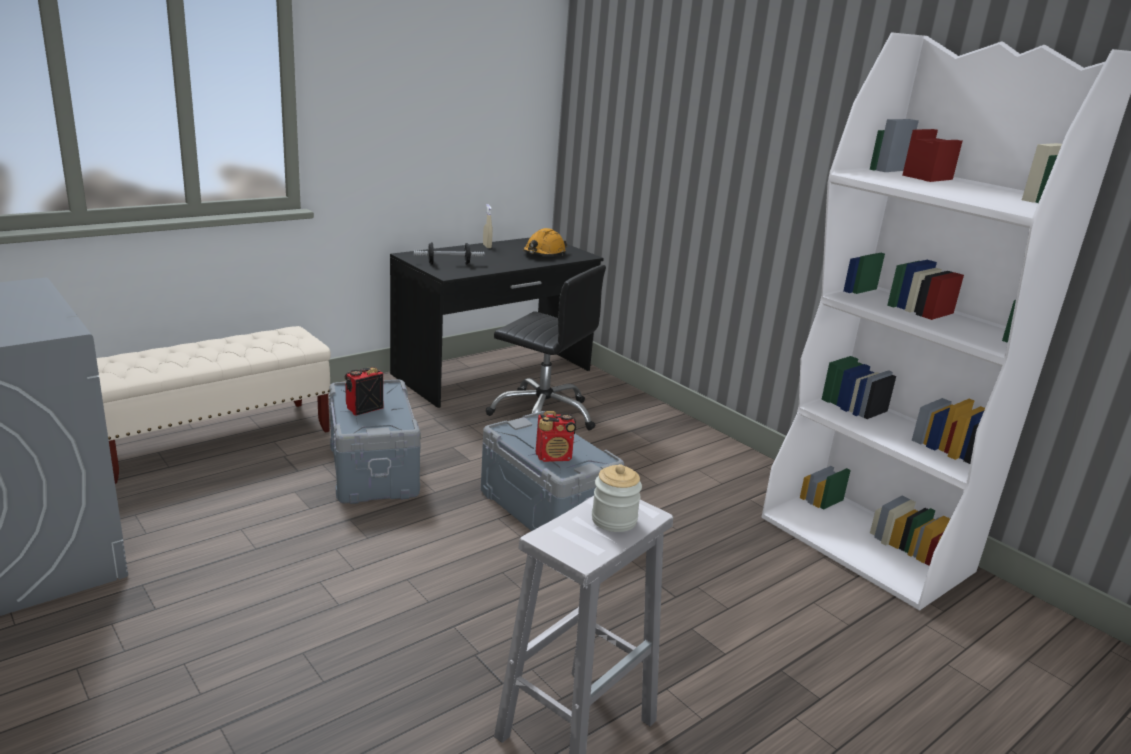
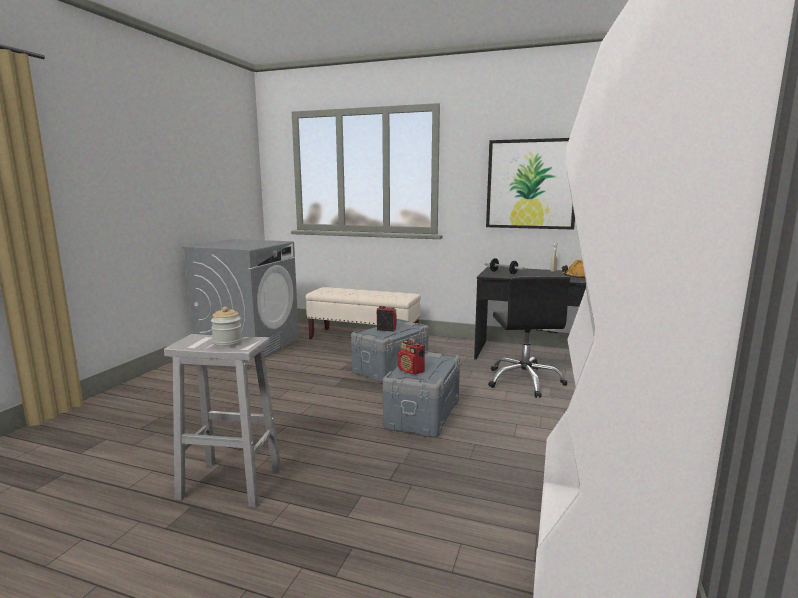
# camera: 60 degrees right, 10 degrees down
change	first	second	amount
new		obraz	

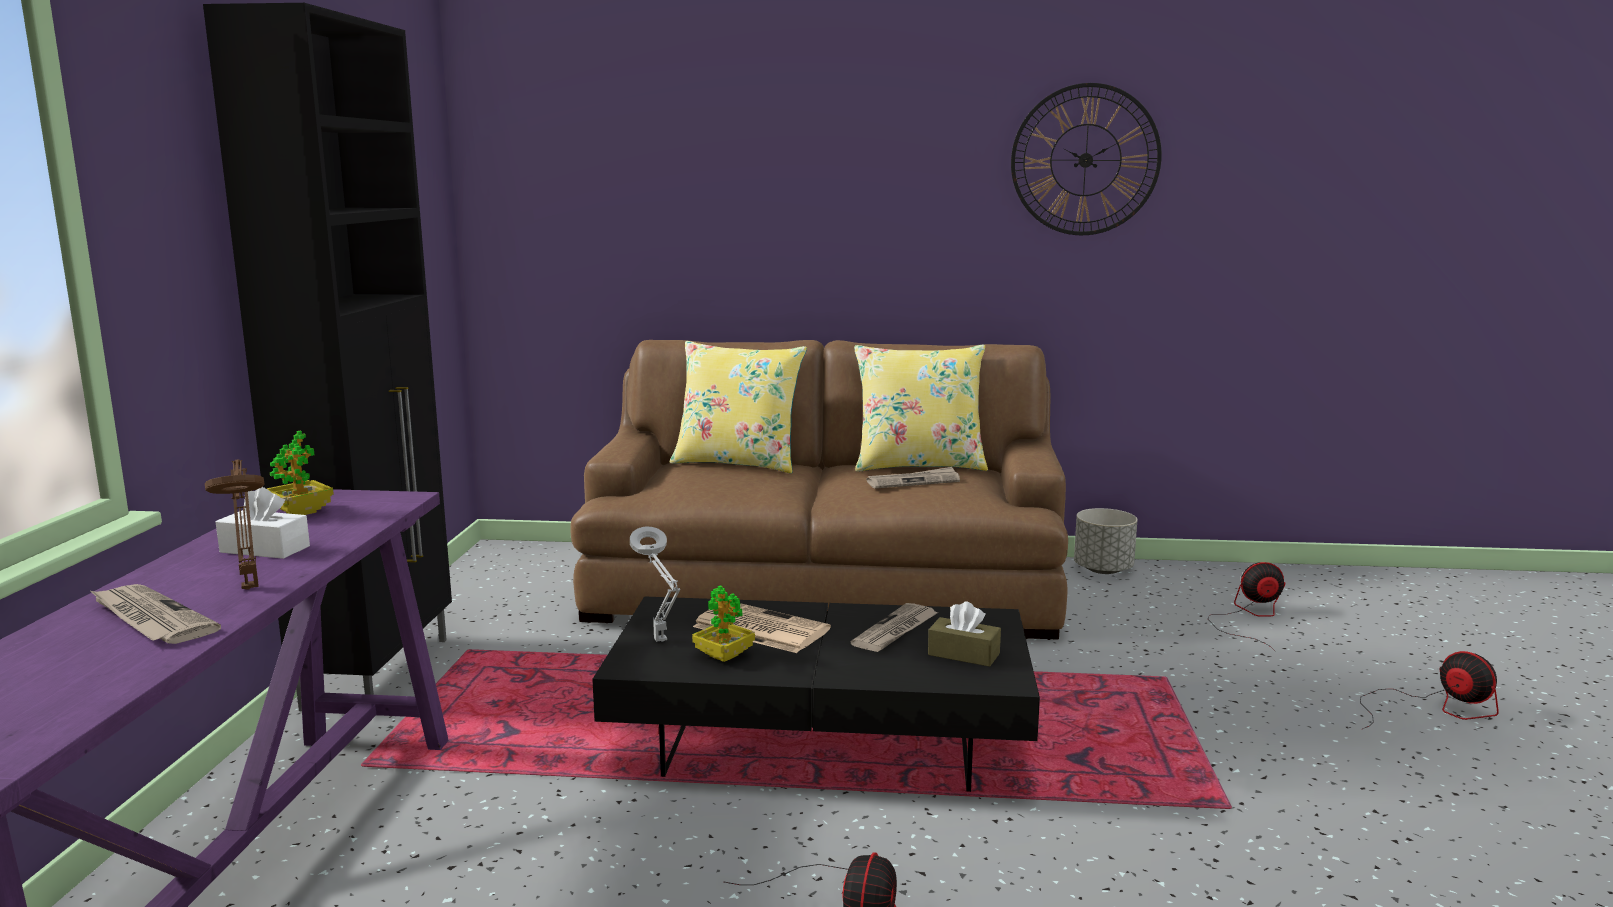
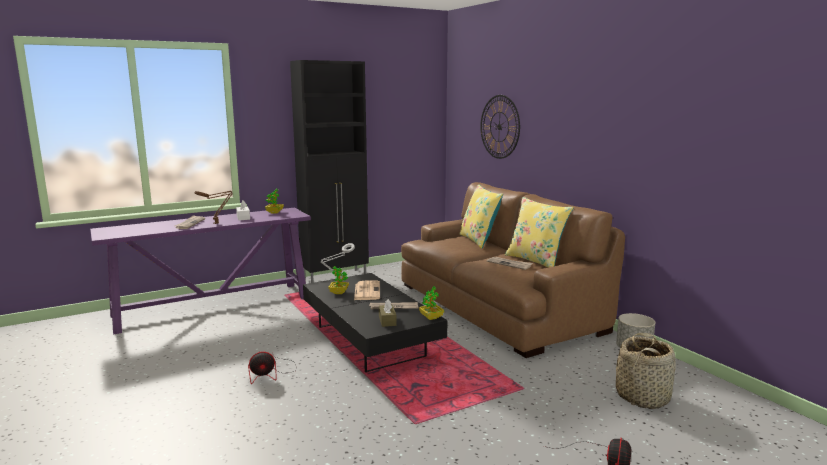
# camera: 55 degrees right, 0 degrees up
change	first	second	amount
new		roślina doniczkowa (no. 3 from left)	
shifted	zegar ścienny		
swapped	wentylator (no. 2 from left)	koszyk	

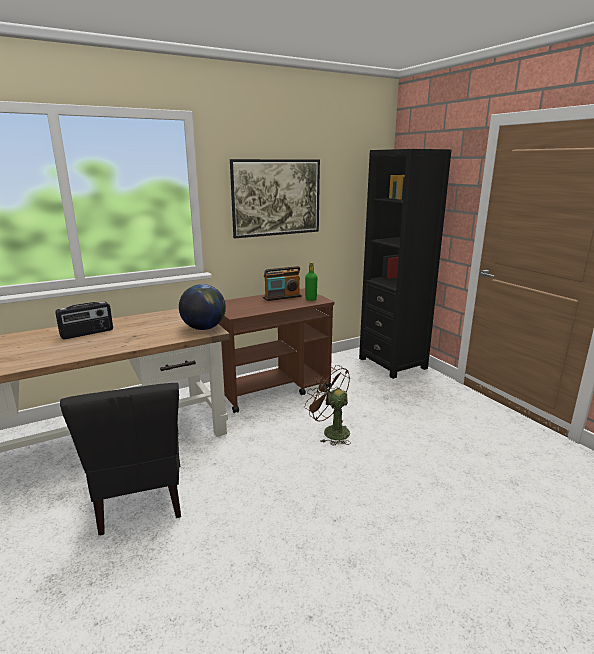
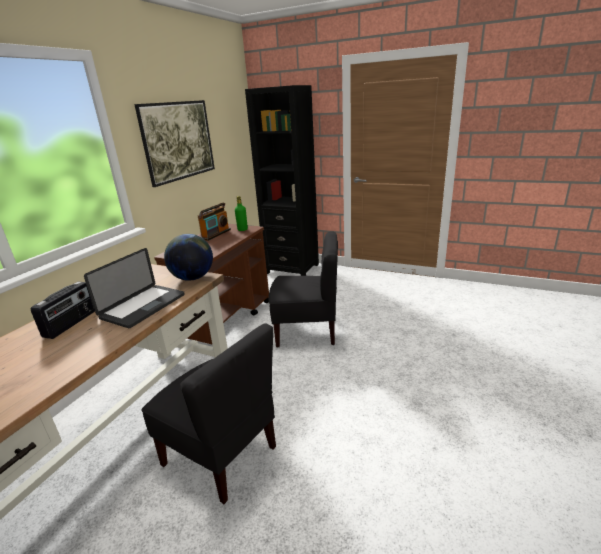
# camera: 35 degrees left, 5 degrees up
change	first	second	amount
new		laptop	
swapped	wentylator (brązowy)	krzesło (czarny) (no. 2 from left)	

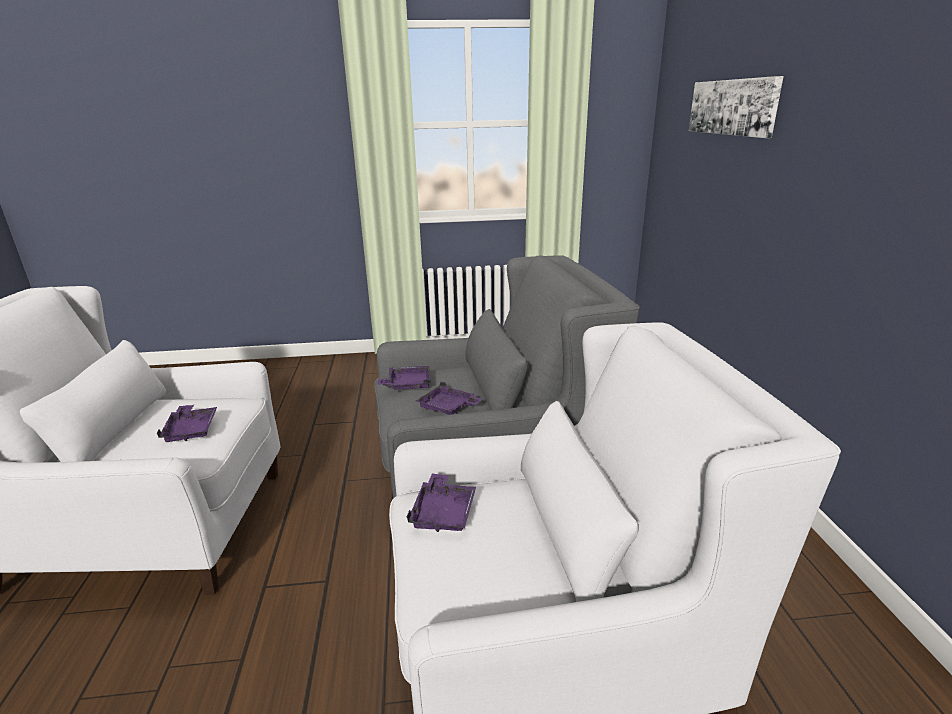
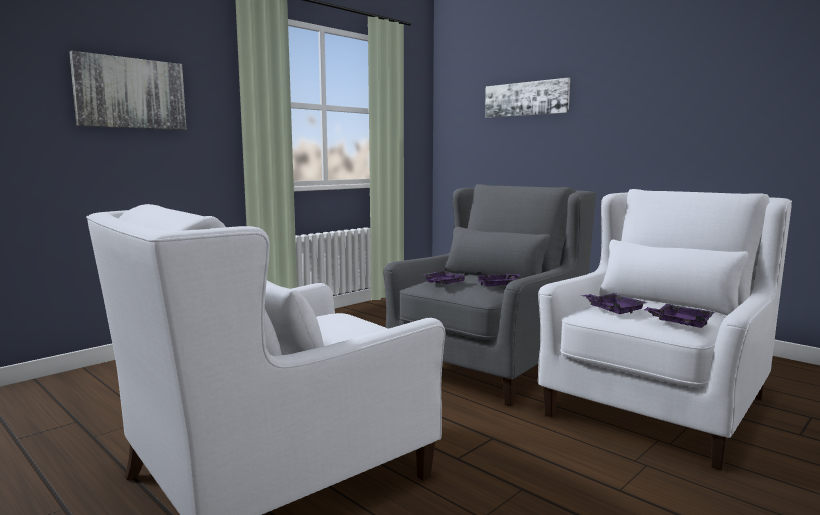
# camera: 40 degrees left, 15 degrees down
change	first	second	amount
new		obraz (no. 1 from left)	
shifted	taca (fioletowy) (no. 1 from left in the first image)	taca (fioletowy) (no. 4 from left)	

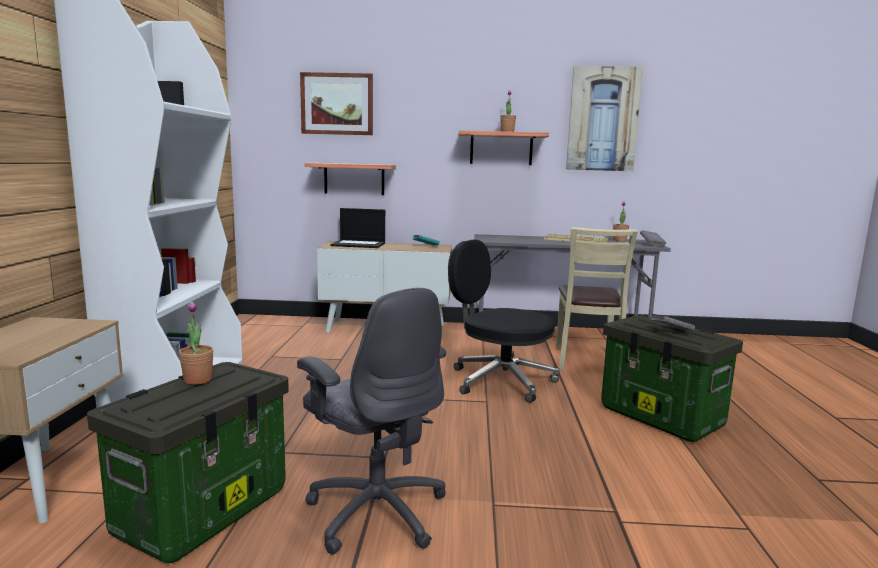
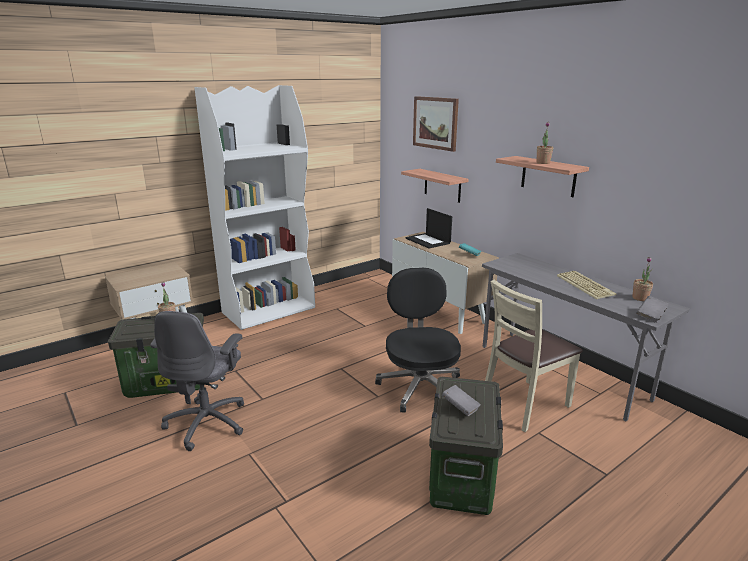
# camera: 50 degrees right, 10 degrees up
change	first	second	amount
gone	obraz (no. 2 from left)		

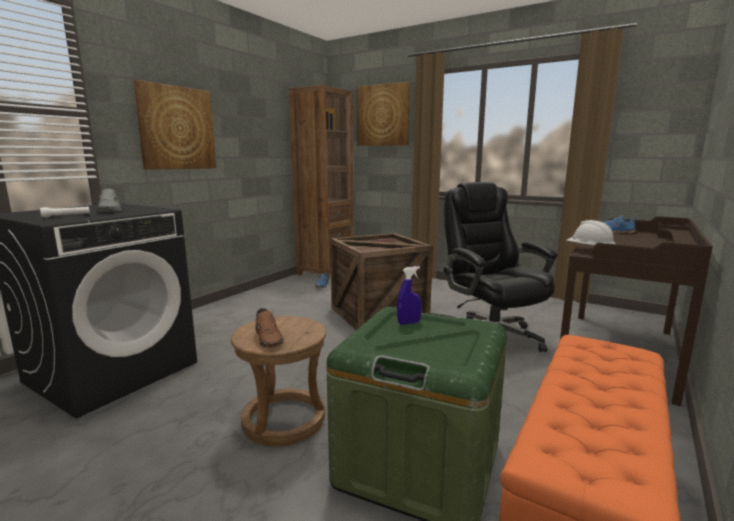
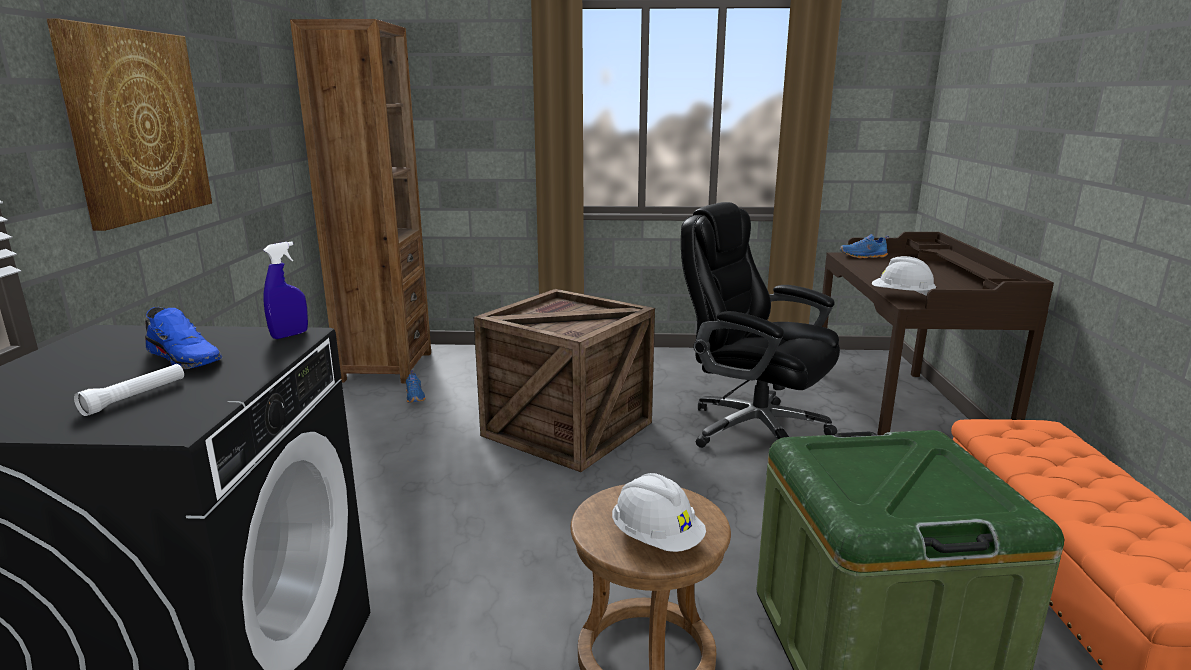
# camera: 30 degrees left, 5 degrees up
change	first	second	amount
repainted	but (szary)	but (niebieski) (no. 1 from left)	
shifted	spryskiwacz (niebieski)		
swapped	but (brązowy)	kask (biały) (no. 1 from left)	
gone	obraz (no. 2 from left)		

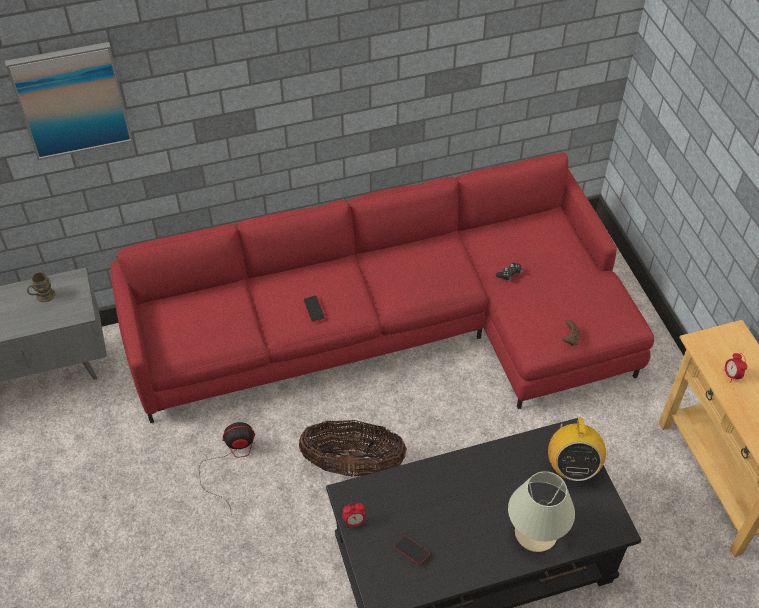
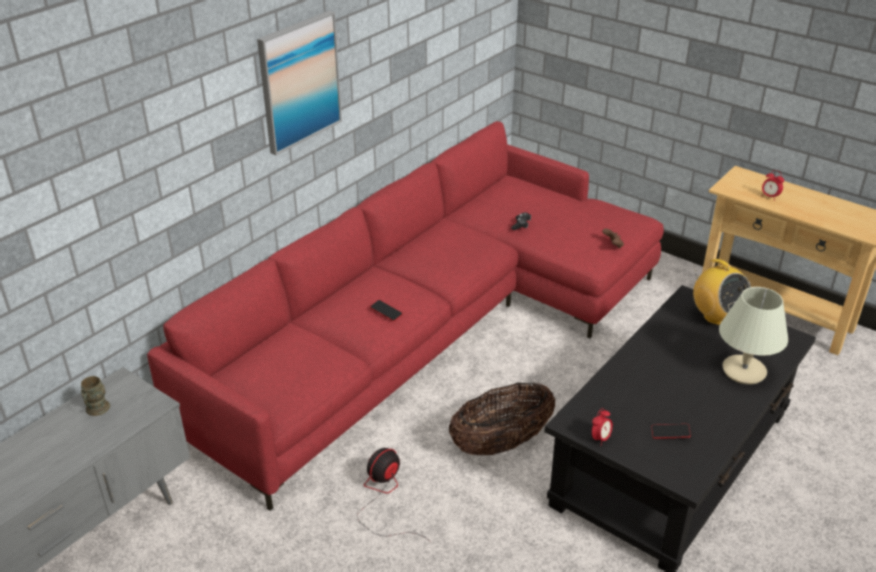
# camera: 35 degrees left, 15 degrees down
change	first	second	amount
shifted	obraz		

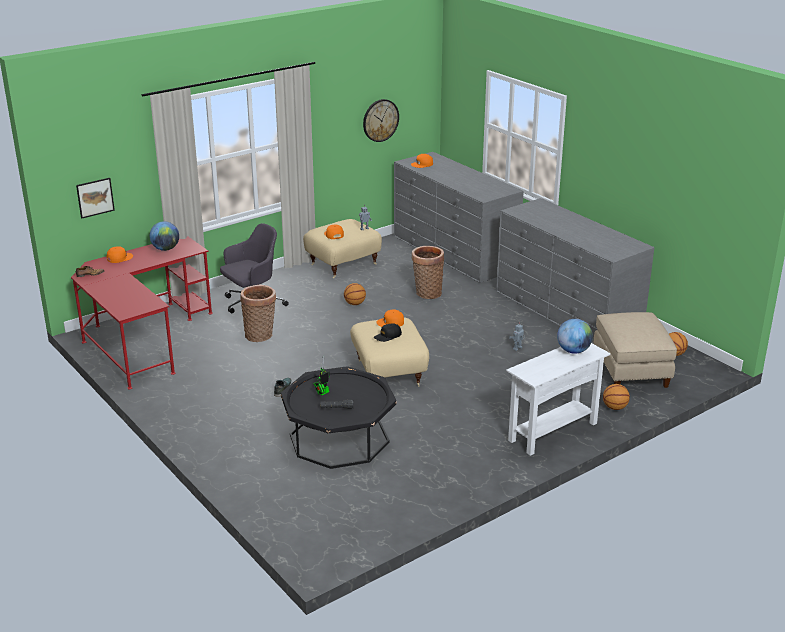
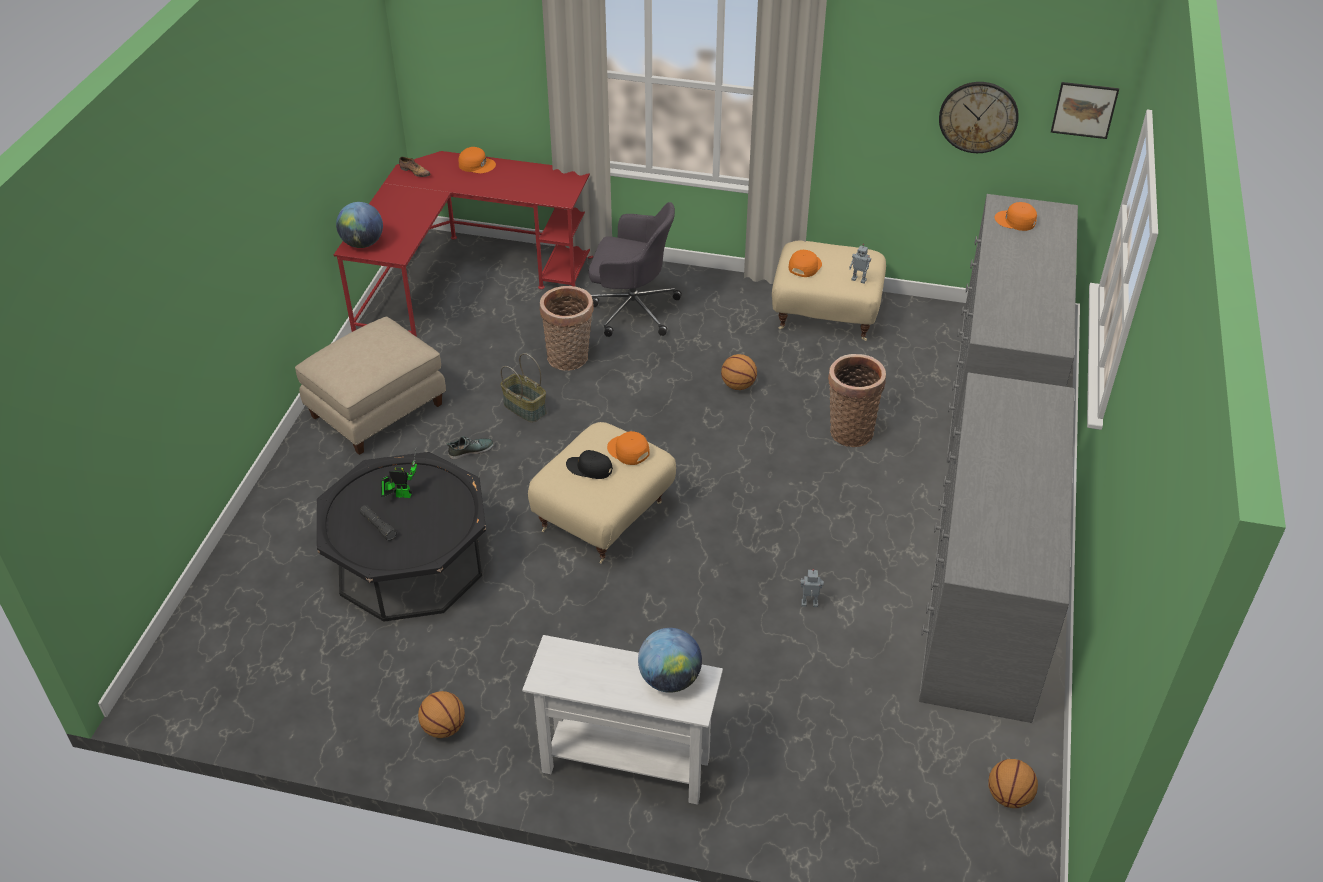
# camera: 50 degrees right, 15 degrees up
change	first	second	amount
shifted	pufa (beżowy) (no. 3 from left in the first image)	pufa (beżowy) (no. 1 from left)	
shifted	globus (no. 1 from left)		
shifted	piłka do koszykówki (no. 2 from left in the first image)	piłka do koszykówki (no. 1 from left)	
new		koszyk (no. 1 from left)	
shifted	obraz		

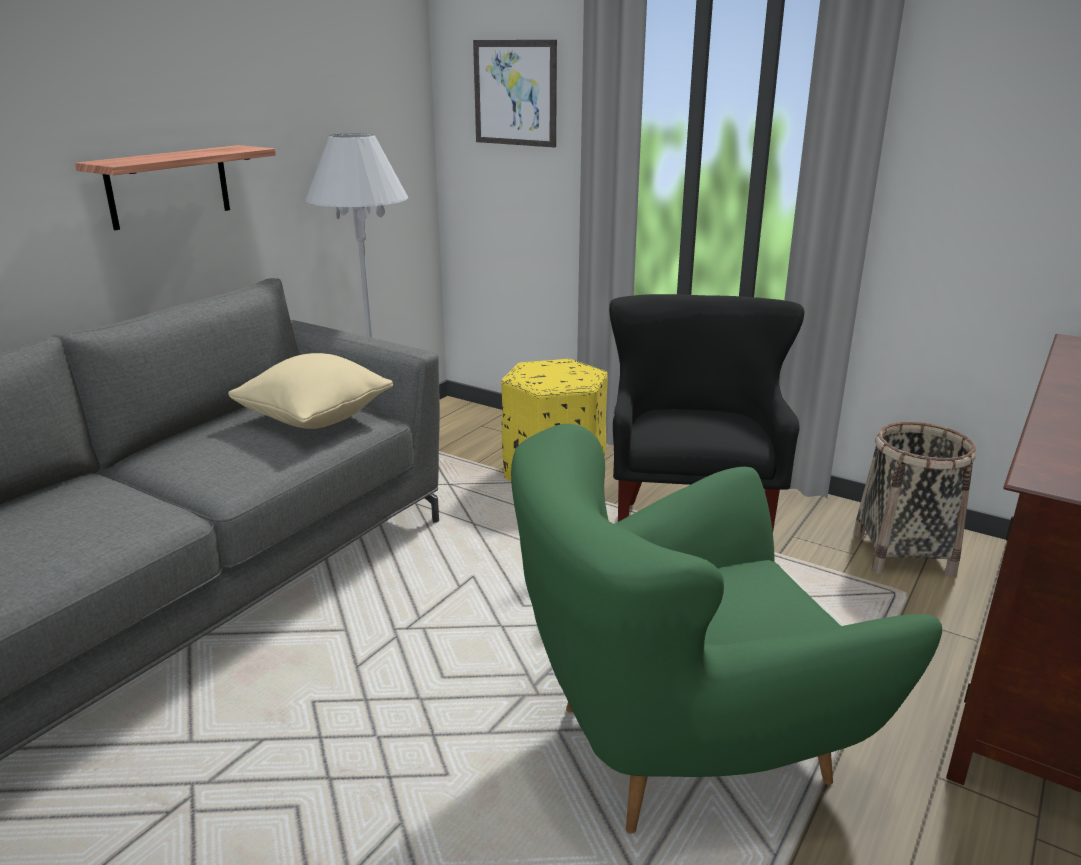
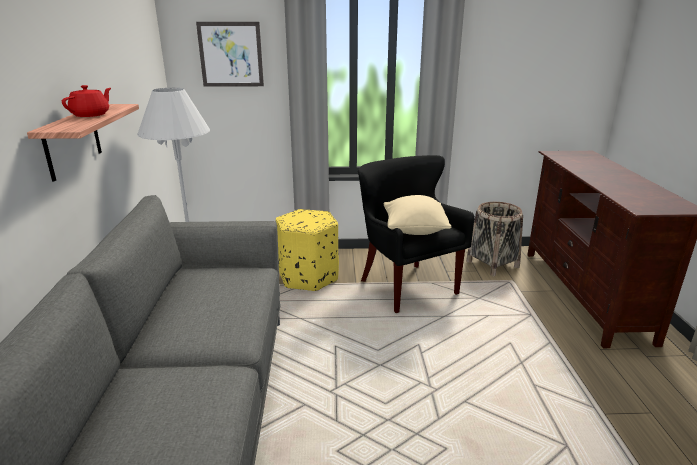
# camera: 35 degrees left, 0 degrees up
change	first	second	amount
new		imbryk (czerwony)	
shifted	poduszka (beżowy)		
gone	fotel (zielony)		

